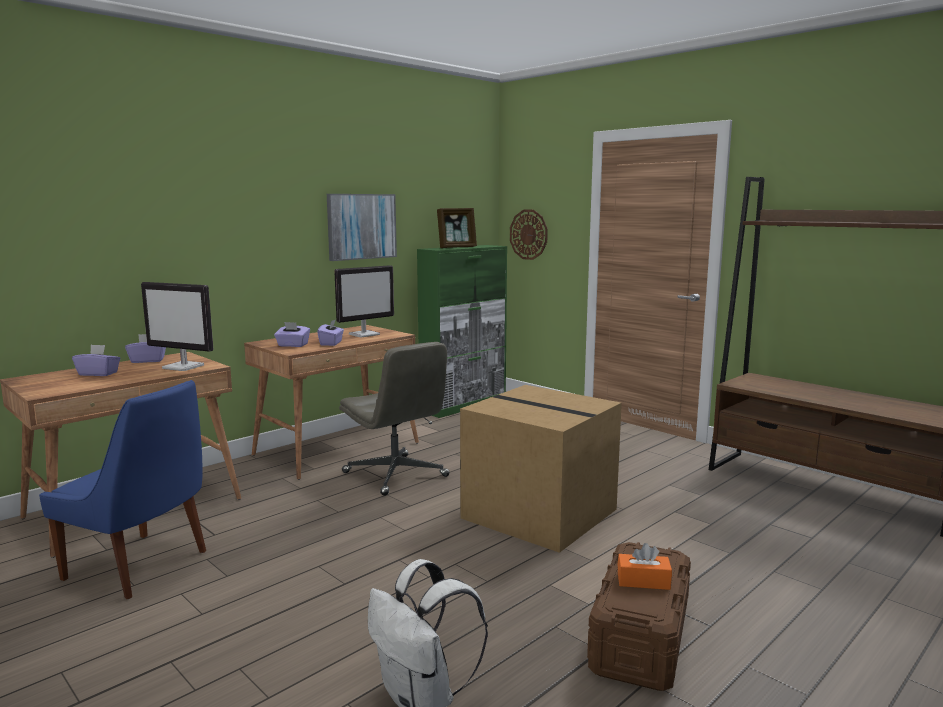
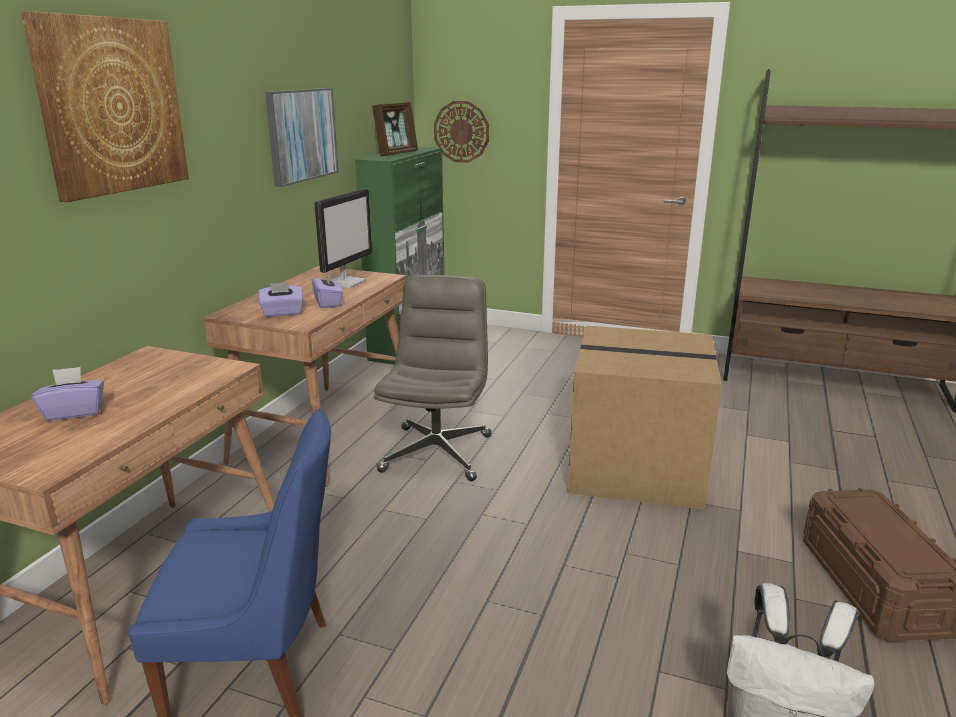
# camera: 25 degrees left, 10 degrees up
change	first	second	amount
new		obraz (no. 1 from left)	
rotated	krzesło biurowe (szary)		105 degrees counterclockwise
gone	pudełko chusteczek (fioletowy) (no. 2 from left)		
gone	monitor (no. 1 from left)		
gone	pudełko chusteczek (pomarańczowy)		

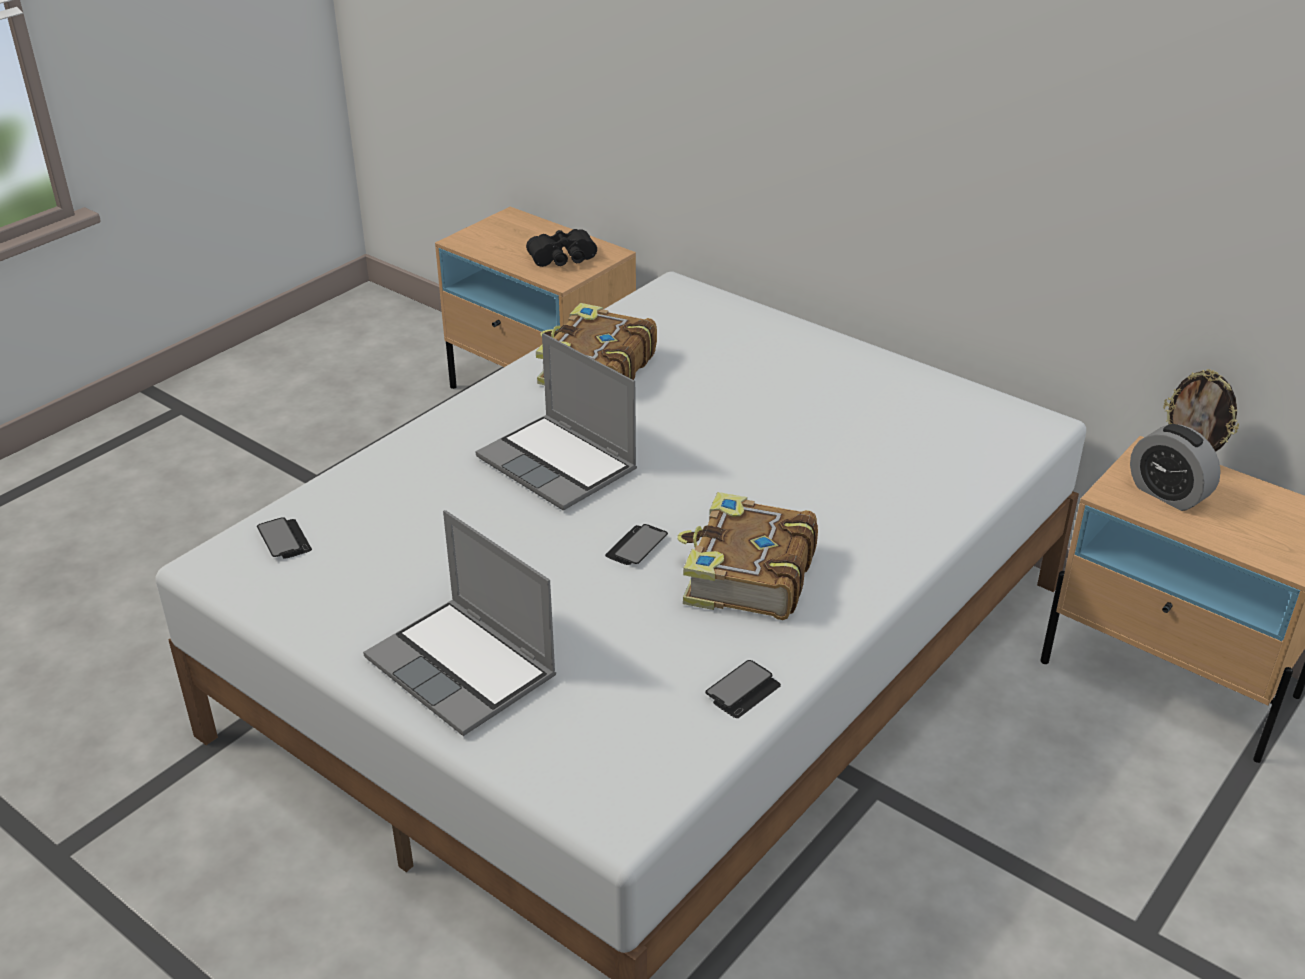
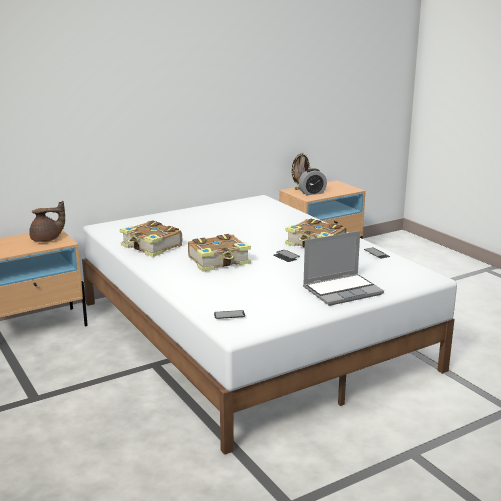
# camera: 70 degrees left, 15 degrees down
change	first	second	amount
swapped	lornetka (czarny)	imbryk (brązowy)	
swapped	laptop (no. 2 from left)	książka (no. 2 from left)	

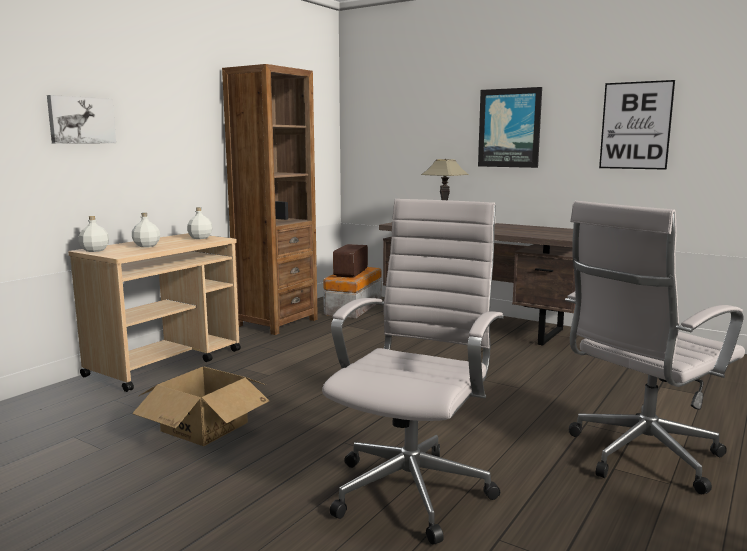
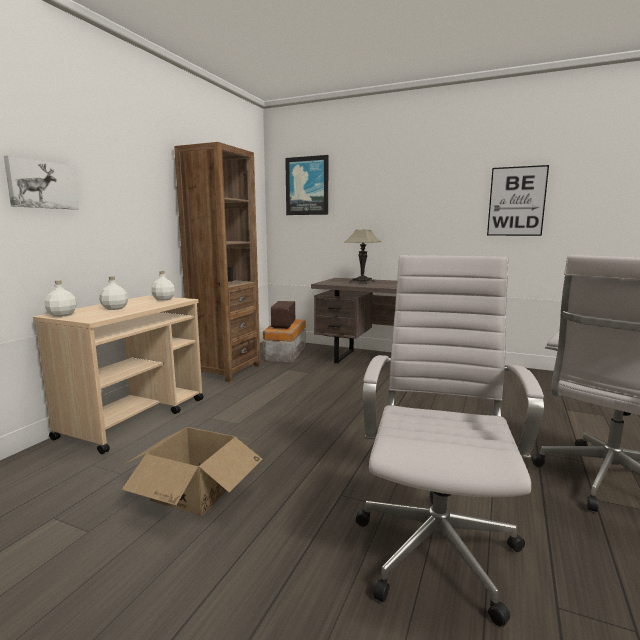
# camera: 10 degrees left, 0 degrees up
change	first	second	amount
shifted	obraz (no. 2 from left)		

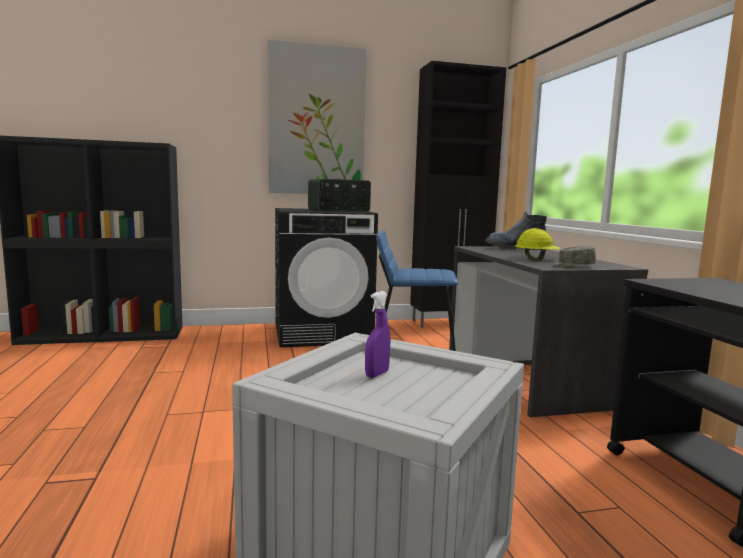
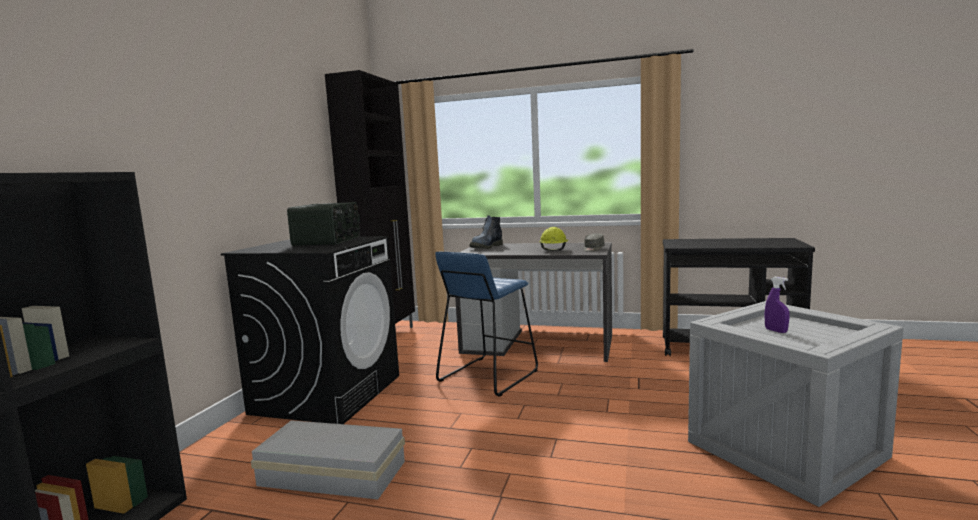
# camera: 60 degrees left, 0 degrees up
change	first	second	amount
new		pojemnik do przechowywania (biały)	
gone	obraz		

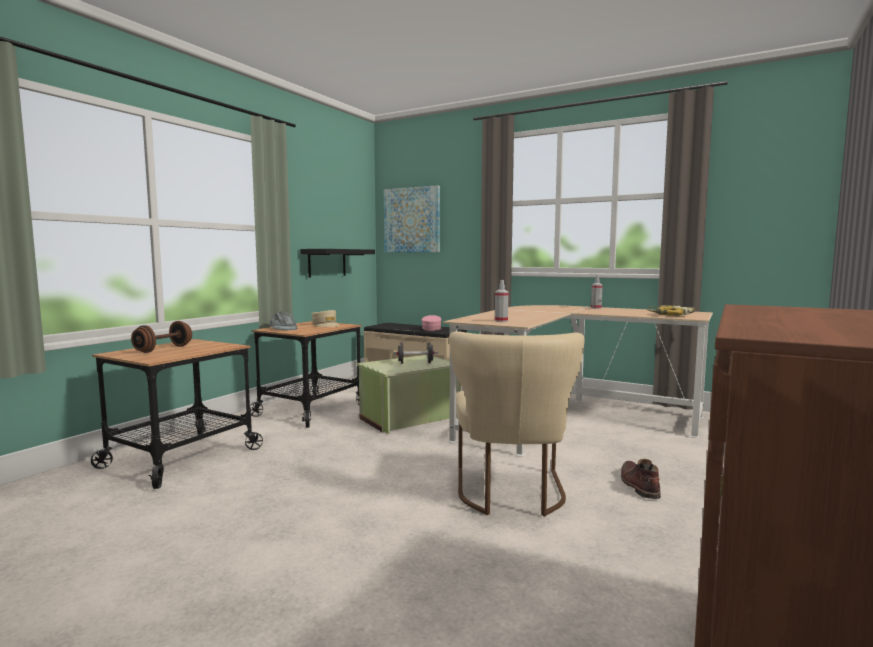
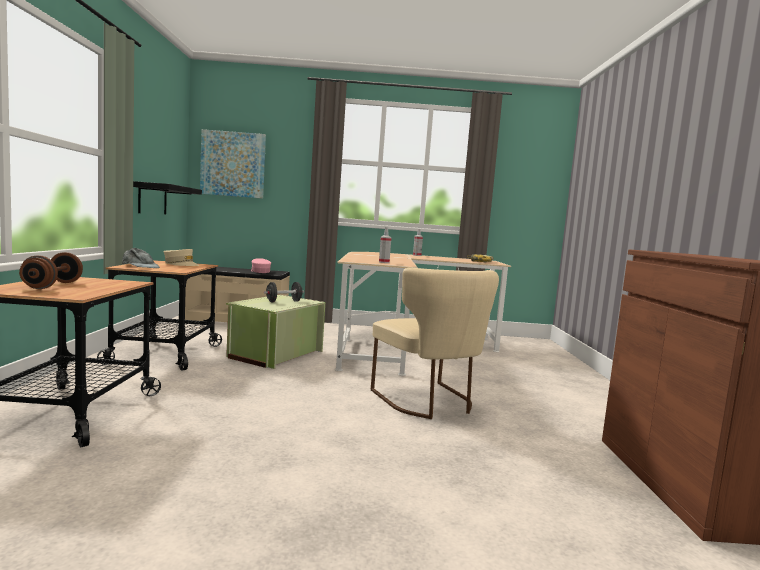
# camera: 30 degrees left, 0 degrees up
change	first	second	amount
gone	but z cholewką (brązowy)		

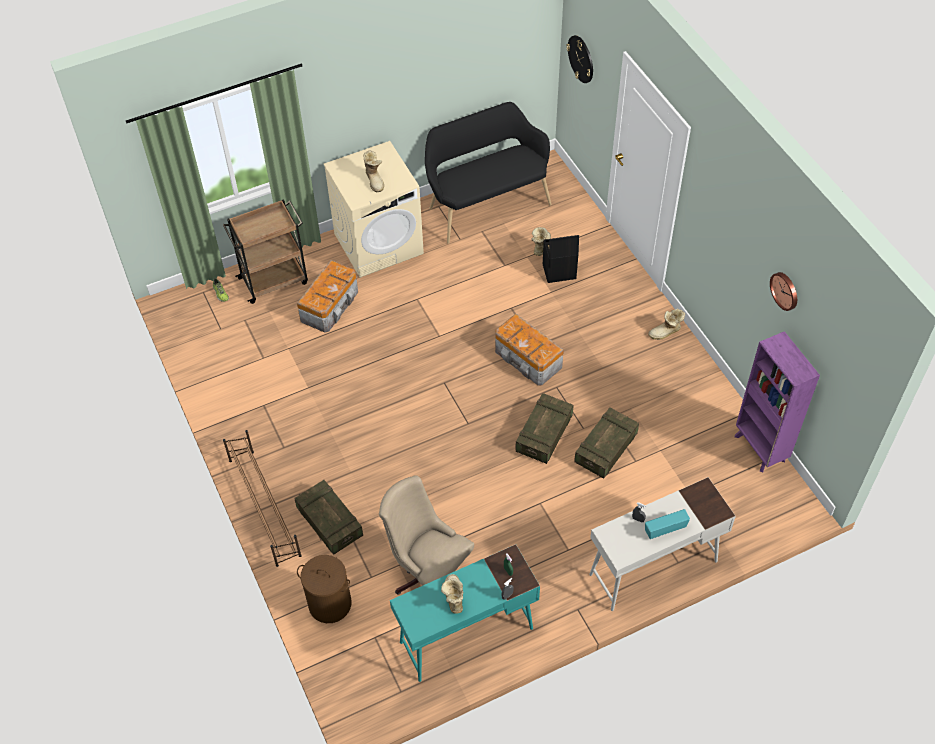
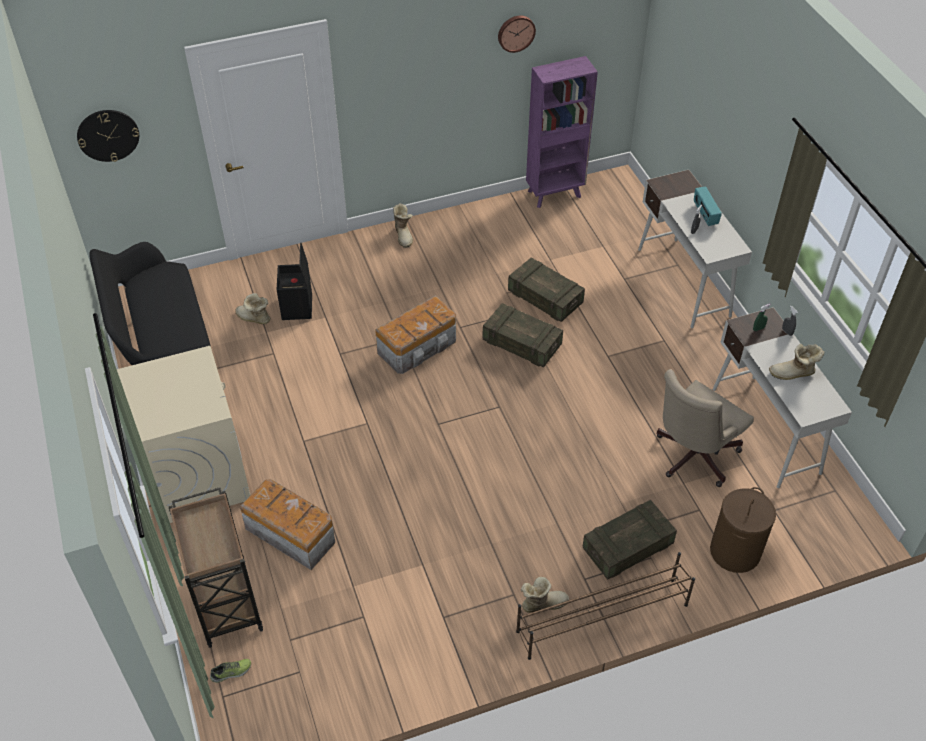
# camera: 85 degrees left, 5 degrees down
change	first	second	amount
shifted	but z cholewką (no. 1 from left in the first image)	but z cholewką (no. 3 from left)	
repainted	biurko (turkusowy)	biurko (biały) (no. 2 from left)	

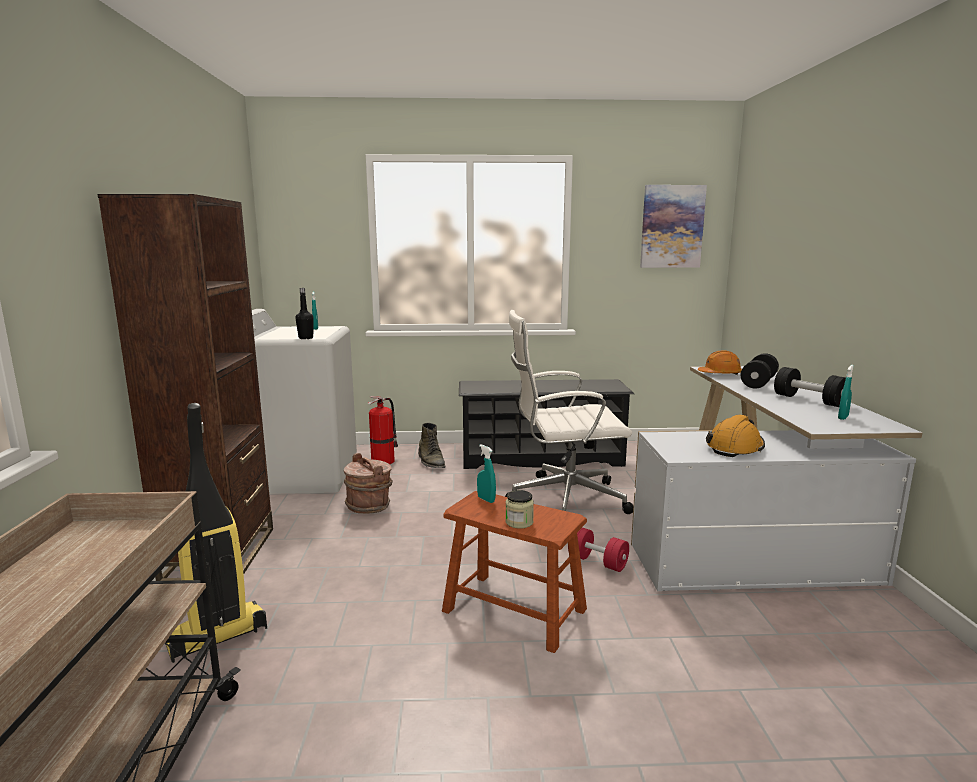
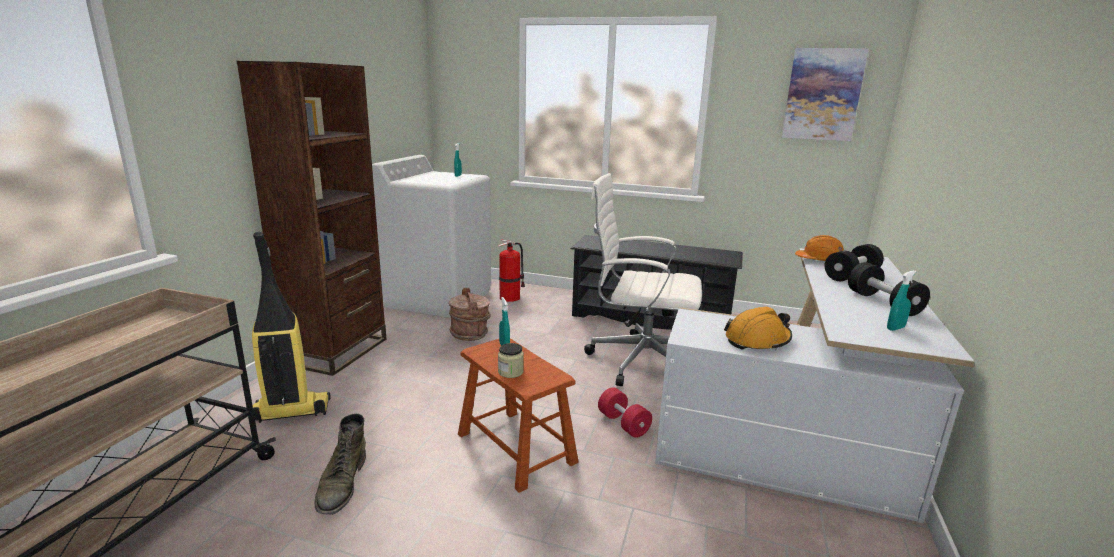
# camera: 20 degrees right, 5 degrees up
change	first	second	amount
shifted	but z cholewką (zielony)		
gone	butelka (czarny)		

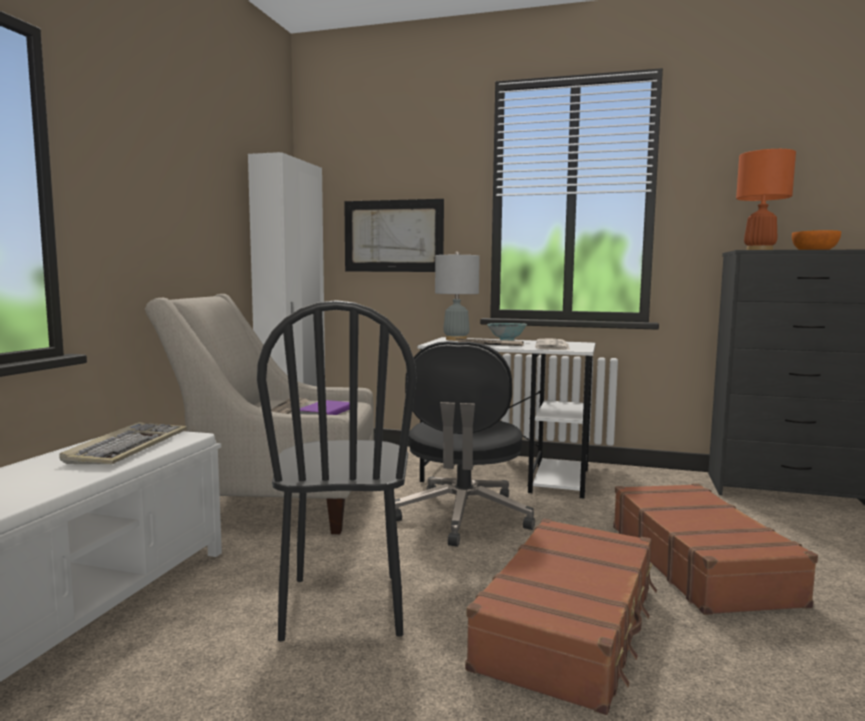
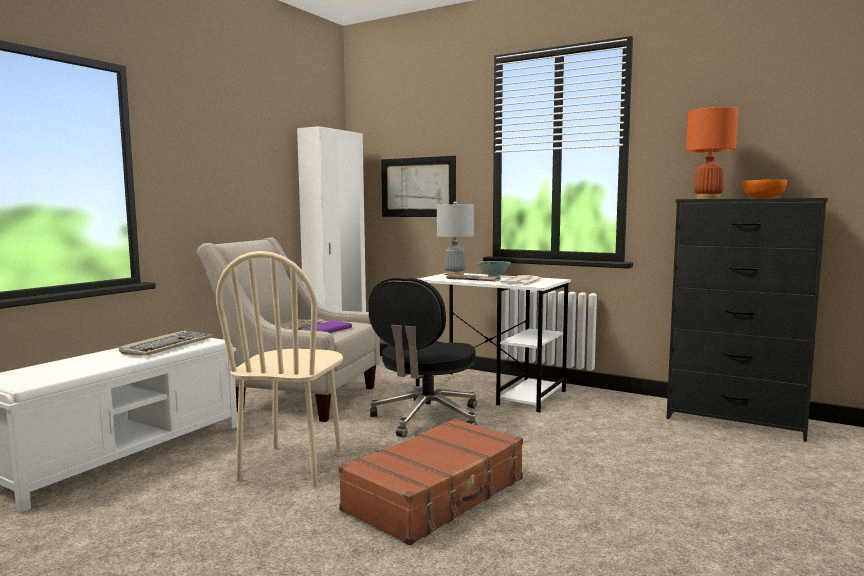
# camera: 15 degrees right, 0 degrees up
change	first	second	amount
repainted	krzesło (czarny)	krzesło (beżowy)	
gone	walizka (brązowy) (no. 2 from left)		

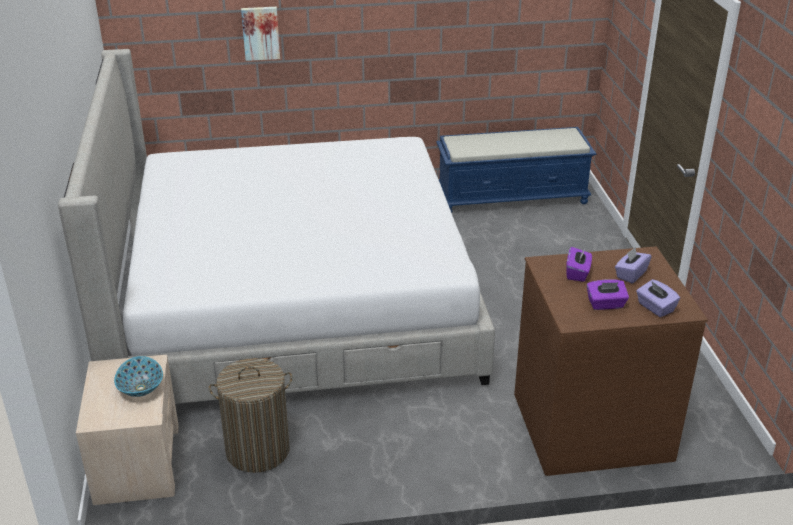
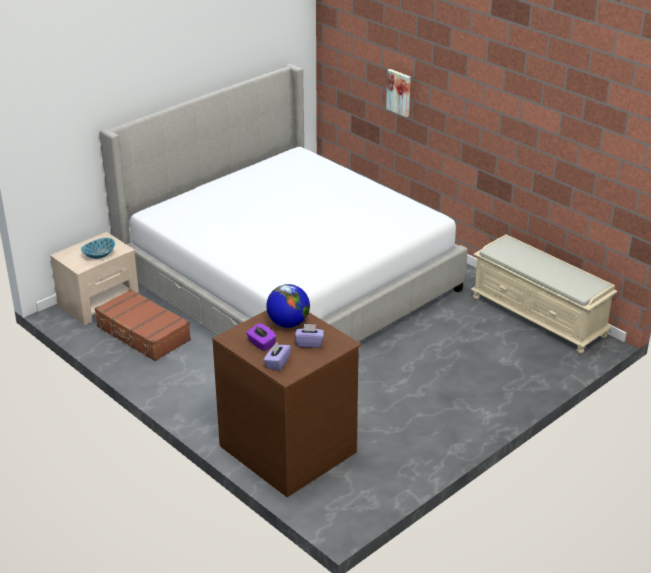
# camera: 55 degrees right, 0 degrees up
change	first	second	amount
swapped	kosz na pranie	walizka (brązowy)	
swapped	pudełko chusteczek (fioletowy) (no. 1 from left)	globus	
repainted	ławka (niebieski)	ławka (beżowy)	

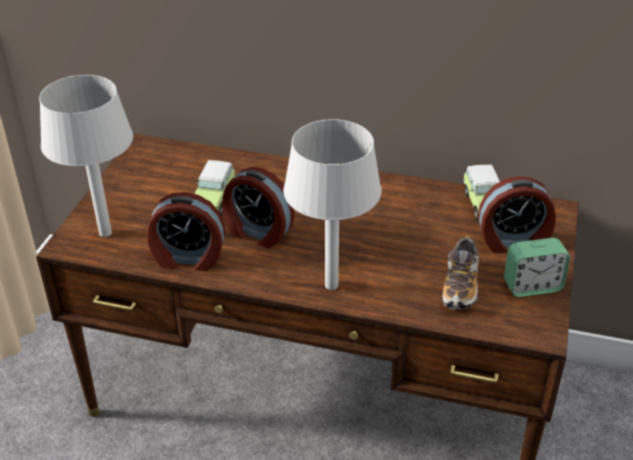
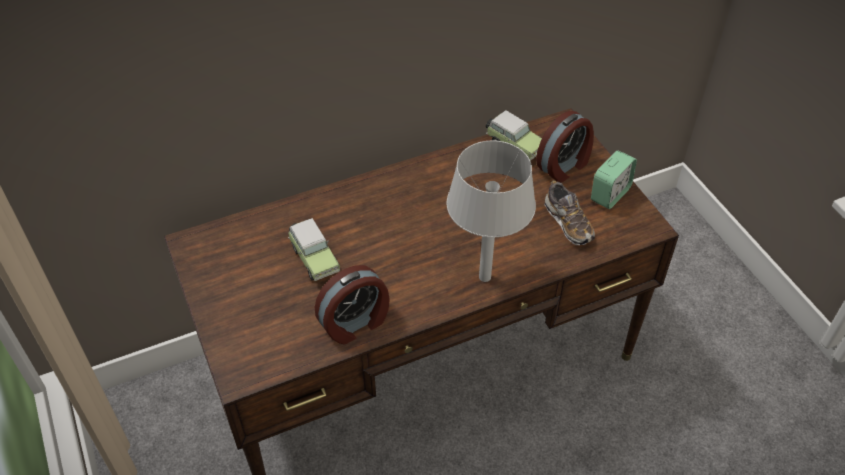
# camera: 40 degrees left, 10 degrees up
change	first	second	amount
gone	lampa stołowa (szary) (no. 1 from left)		
gone	budzik (no. 2 from left)		

